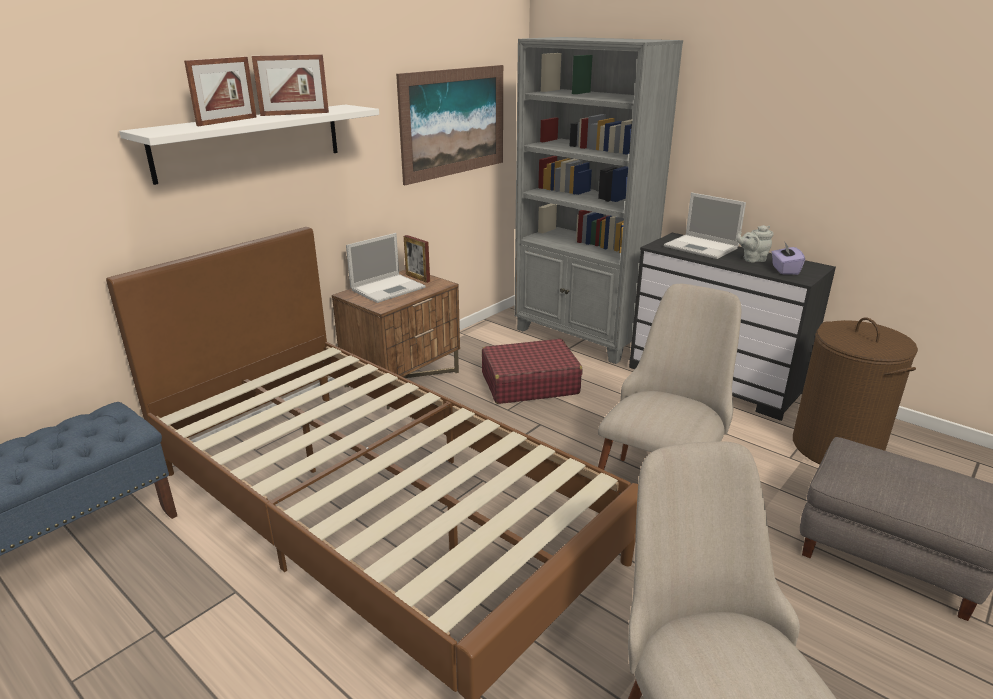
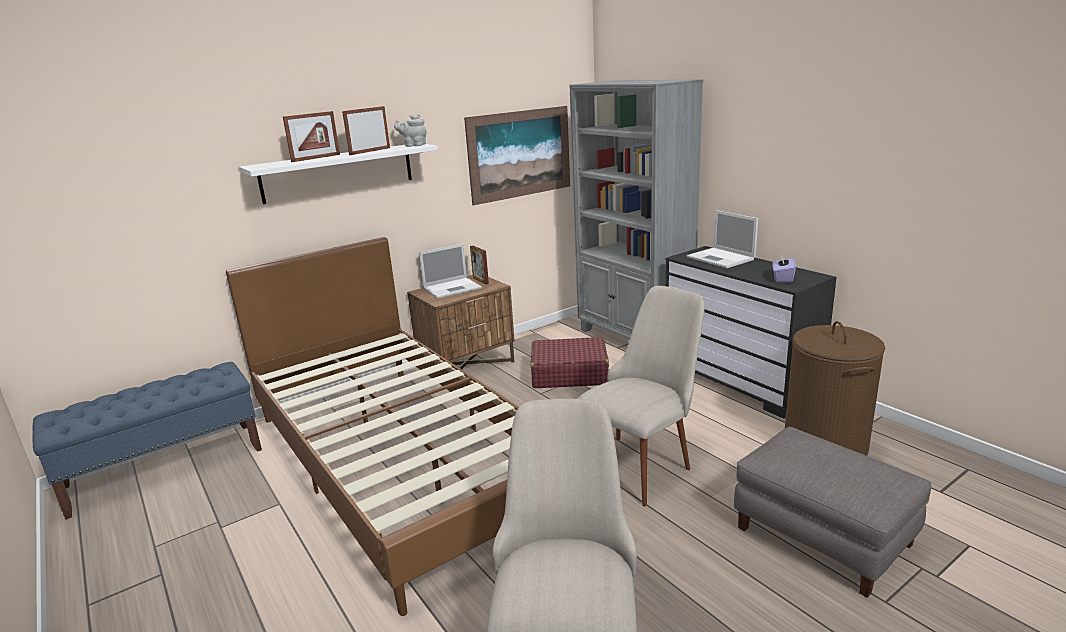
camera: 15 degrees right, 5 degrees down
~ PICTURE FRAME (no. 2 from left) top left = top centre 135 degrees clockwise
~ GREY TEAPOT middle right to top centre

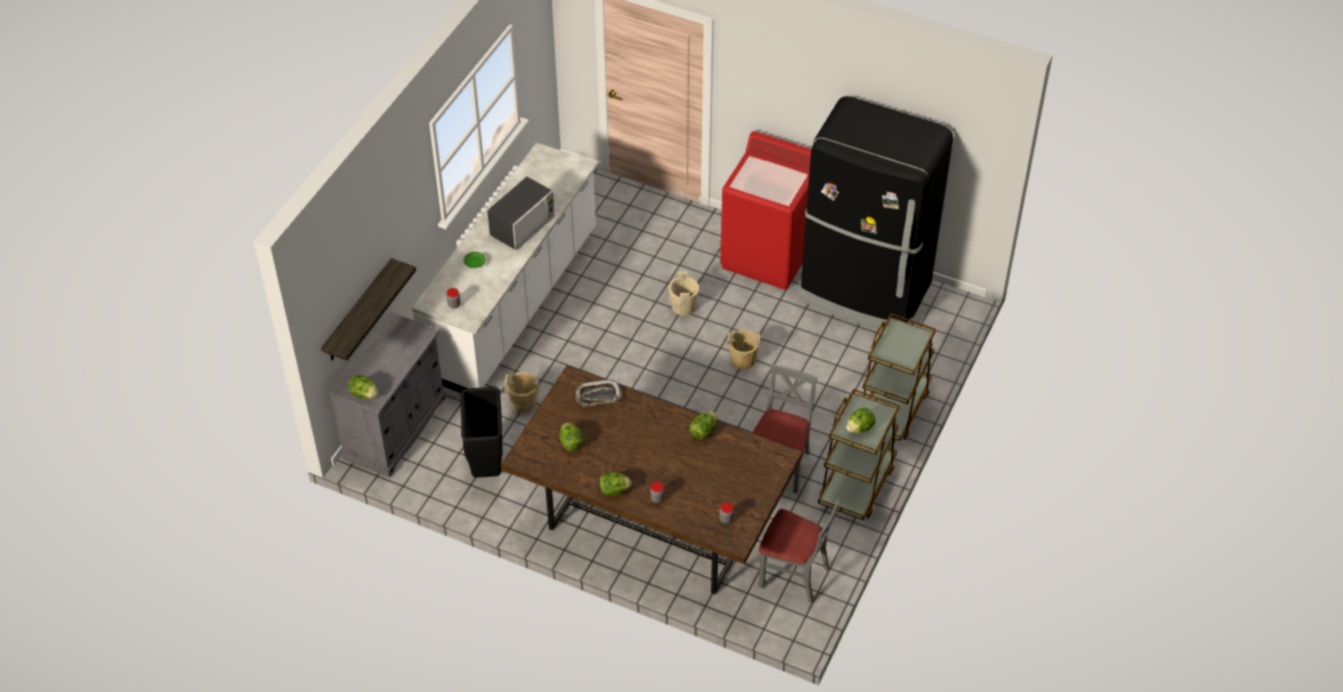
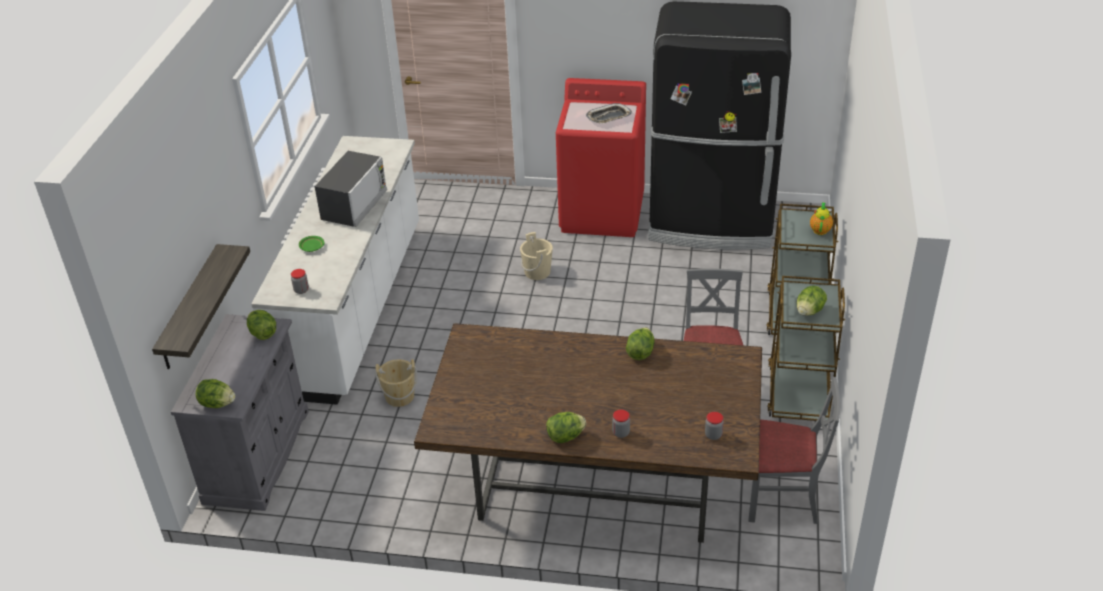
camera: 15 degrees left, 10 degrees down
~ LETTUCE (no. 2 from left) centre to middle left
~ TRAY centre to top centre
+ TEAPOT middle right
- BLACK TRASH CAN centre
- BEIGE BUCKET (no. 3 from left) centre

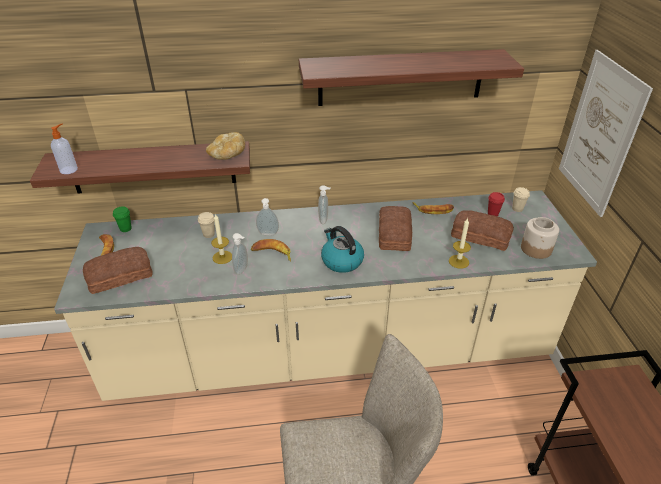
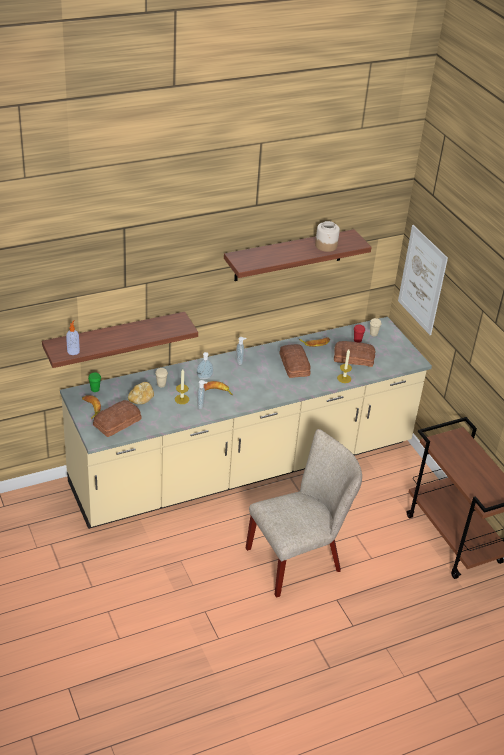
camera: 20 degrees left, 0 degrees up
~ BREAD (no. 2 from left) top centre to middle left
~ JAR middle right to top centre
- KETTLE centre

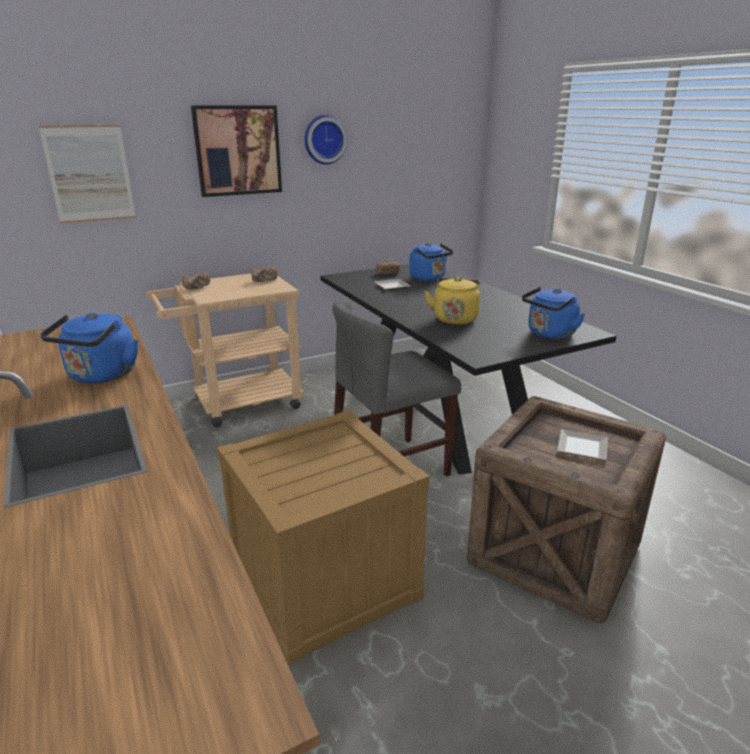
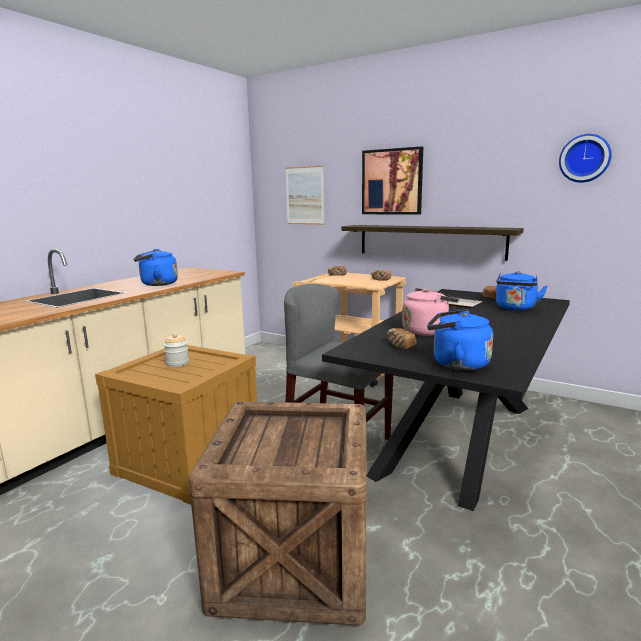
camera: 60 degrees right, 10 degrees down
+ JAR middle left
+ SHELF middle right
+ BREAD (no. 3 from left) centre
~ YELLOW KETTLE centre to PINK KETTLE middle right
~ WALL CLOCK top centre to top right
- PLATE (no. 2 from left) middle right

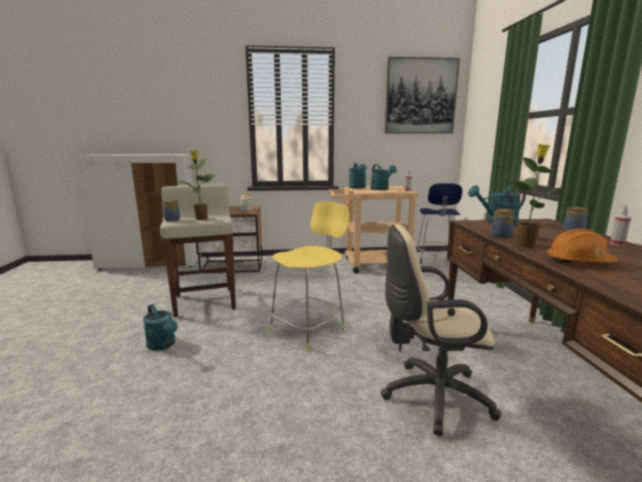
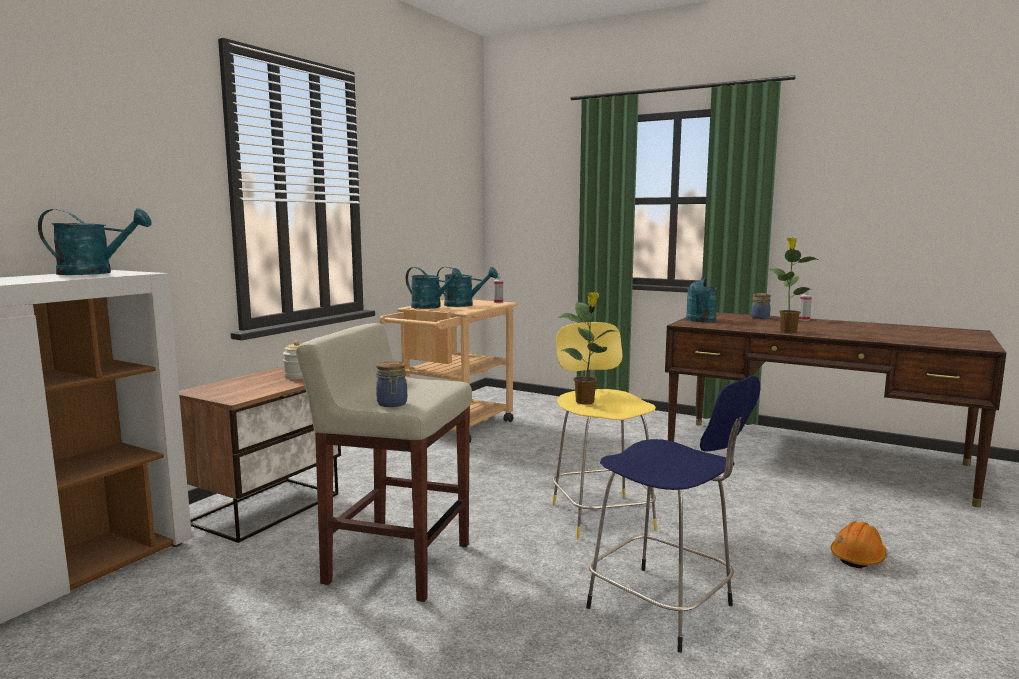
camera: 55 degrees left, 5 degrees down
~ TURQUOISE WATERING CAN (no. 1 from left) bottom left to middle left
~ POTTED PLANT (no. 1 from left) middle left to centre
~ BLUE STOOL middle right to bottom centre
~ ORANGE HARD HAT middle right to bottom right
- BEIGE OFFICE CHAIR bottom right
- PICTURE top centre
- JAR (no. 3 from left) middle right

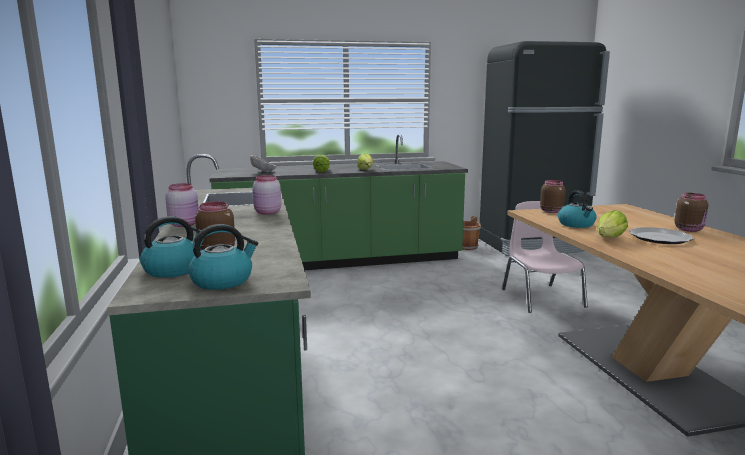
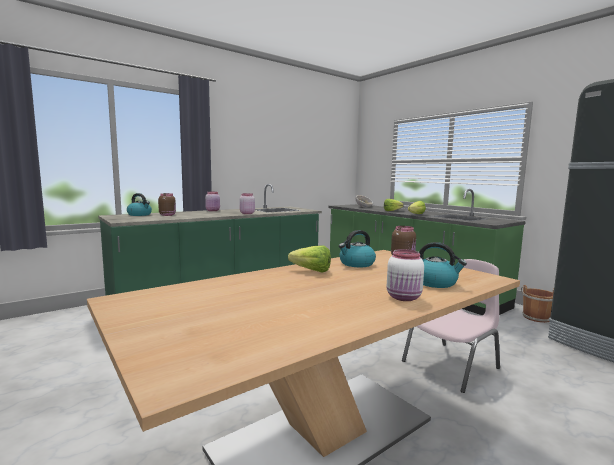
camera: 65 degrees right, 5 degrees down
~ BROWN JAR (no. 3 from left) middle right to WHITE JAR centre
~ KETTLE (no. 2 from left in the first image) middle left to KETTLE (no. 3 from left) middle right
- PLATE middle right

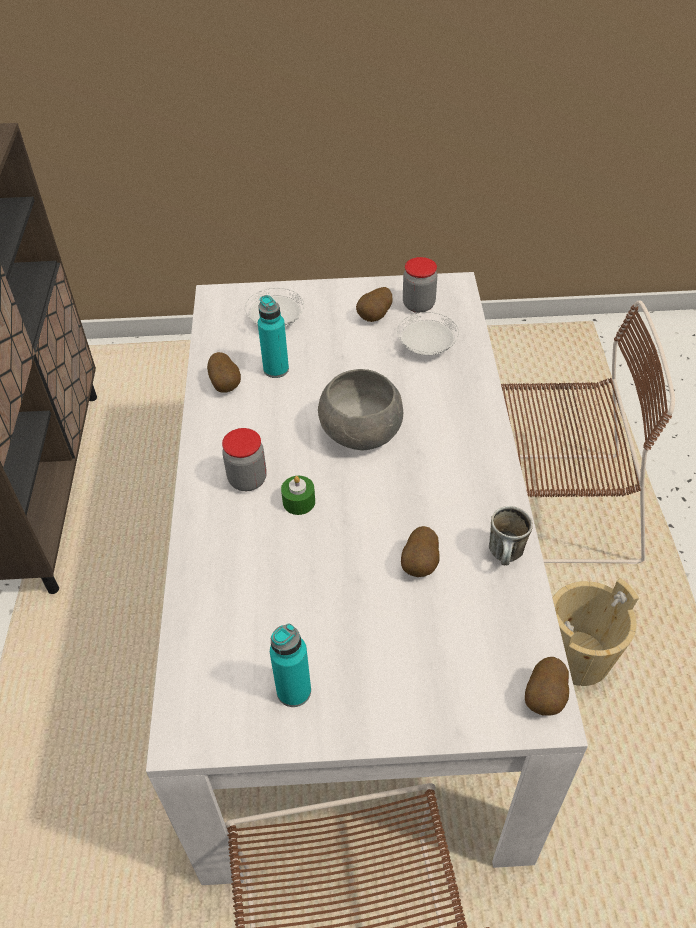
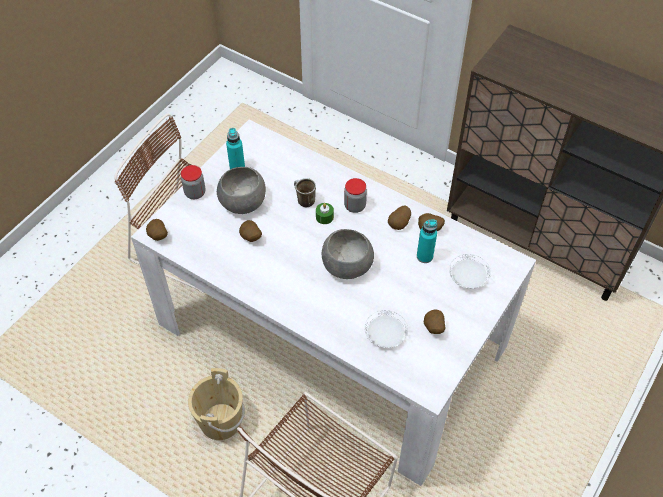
camera: 125 degrees right, 5 degrees up
~ JAR (no. 2 from left in the first image) top centre to JAR (no. 1 from left) middle left
+ GREY BOWL (no. 1 from left) centre
~ MUG middle right to centre
+ POTATO (no. 3 from left) centre

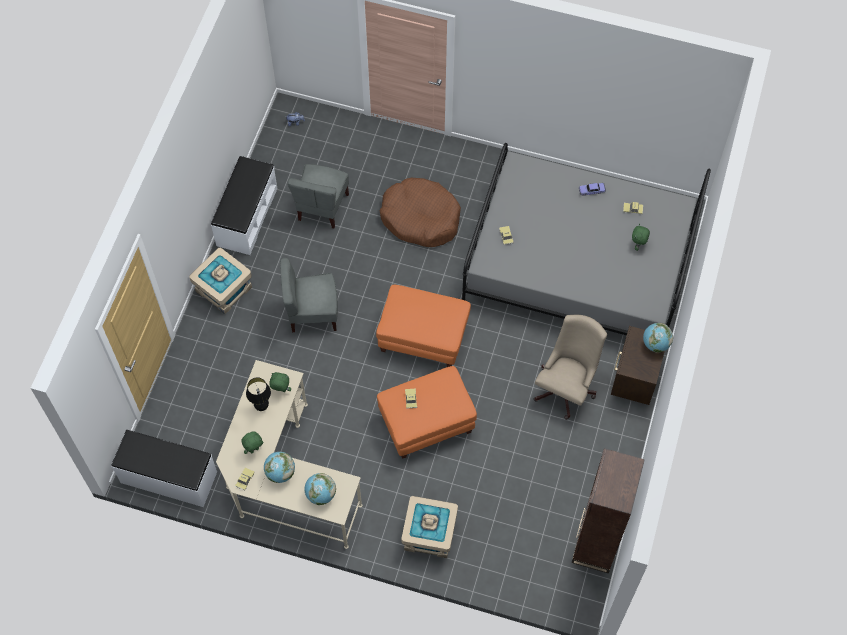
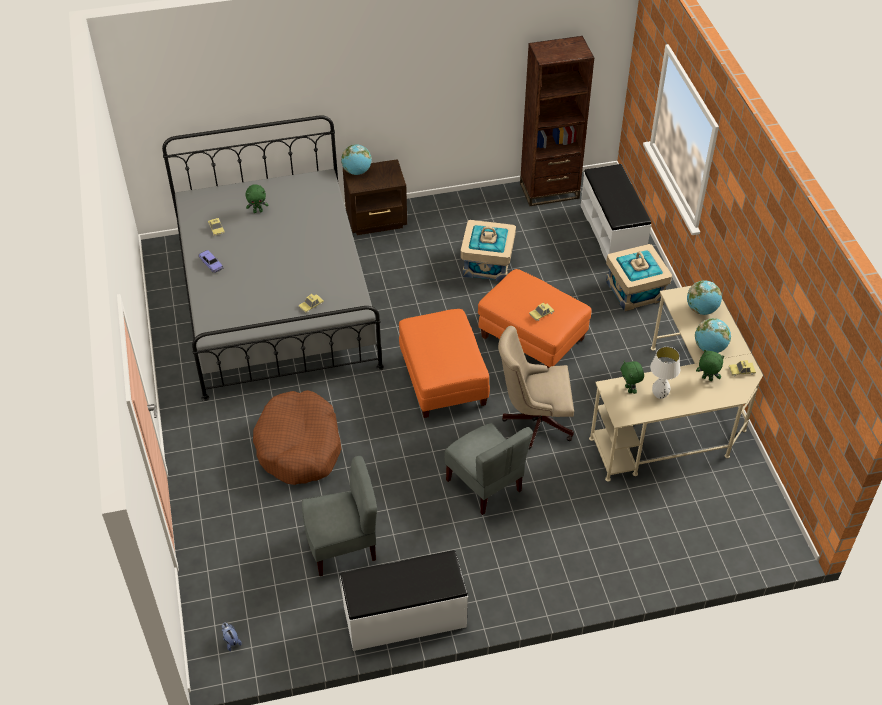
camera: 120 degrees left, 15 degrees down
~ BEIGE STORAGE BOX (no. 1 from left) middle left to centre
~ BEIGE OFFICE CHAIR middle right to centre
~ WHITE BENCH (no. 1 from left in the first image) bottom left to WHITE BENCH (no. 2 from left) top right
~ BLACK TABLE LAMP middle left to WHITE TABLE LAMP middle right

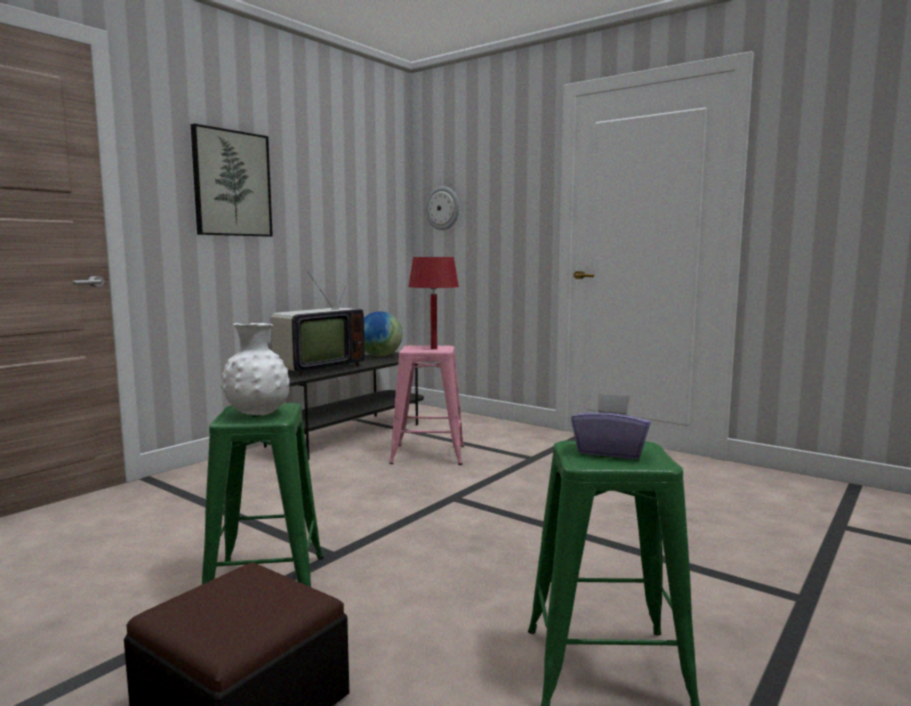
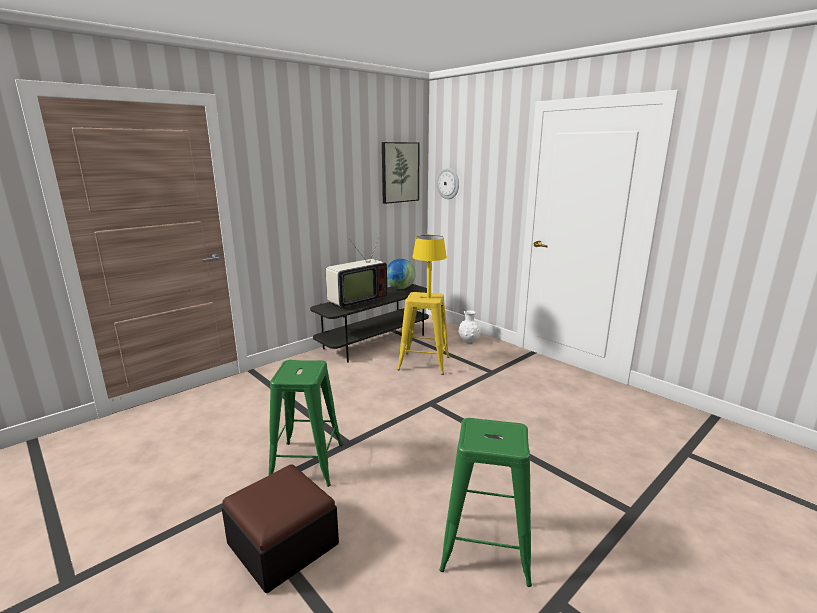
camera: 10 degrees right, 10 degrees up
~ PICTURE top left to top centre
~ PINK STOOL centre to YELLOW STOOL centre
~ RED TABLE LAMP centre to YELLOW TABLE LAMP centre
~ WHITE VASE middle left to centre
- PURPLE TISSUE BOX middle right

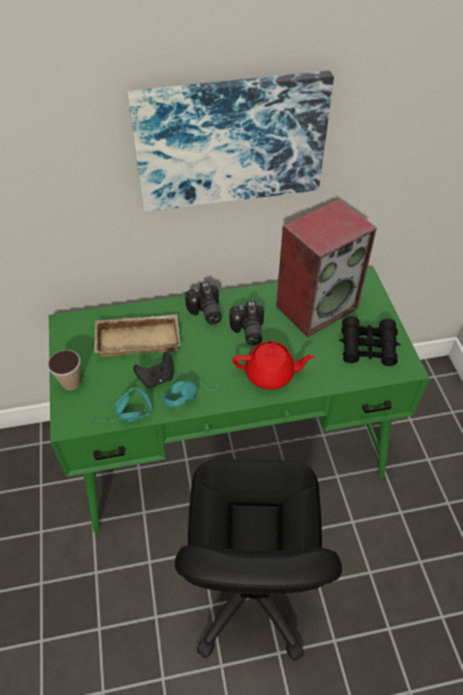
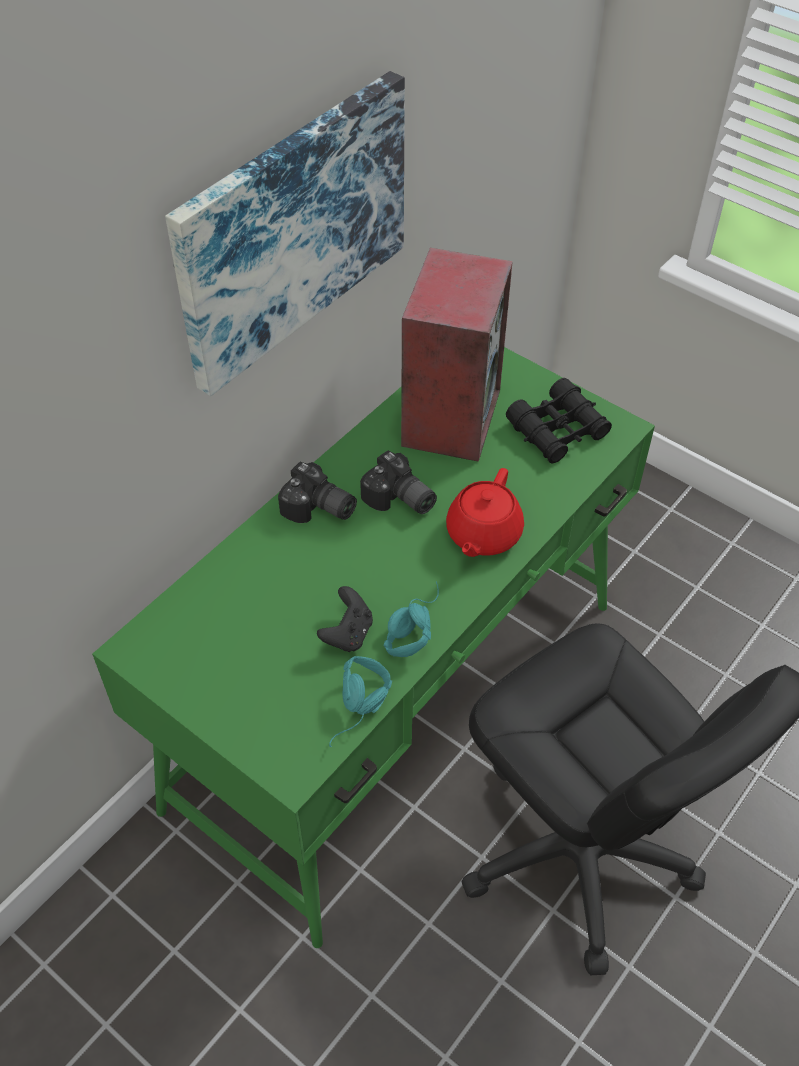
camera: 40 degrees left, 0 degrees up
~ RED TEAPOT centre = centre 150 degrees clockwise
- CUP middle left
- BEIGE TRAY middle left

